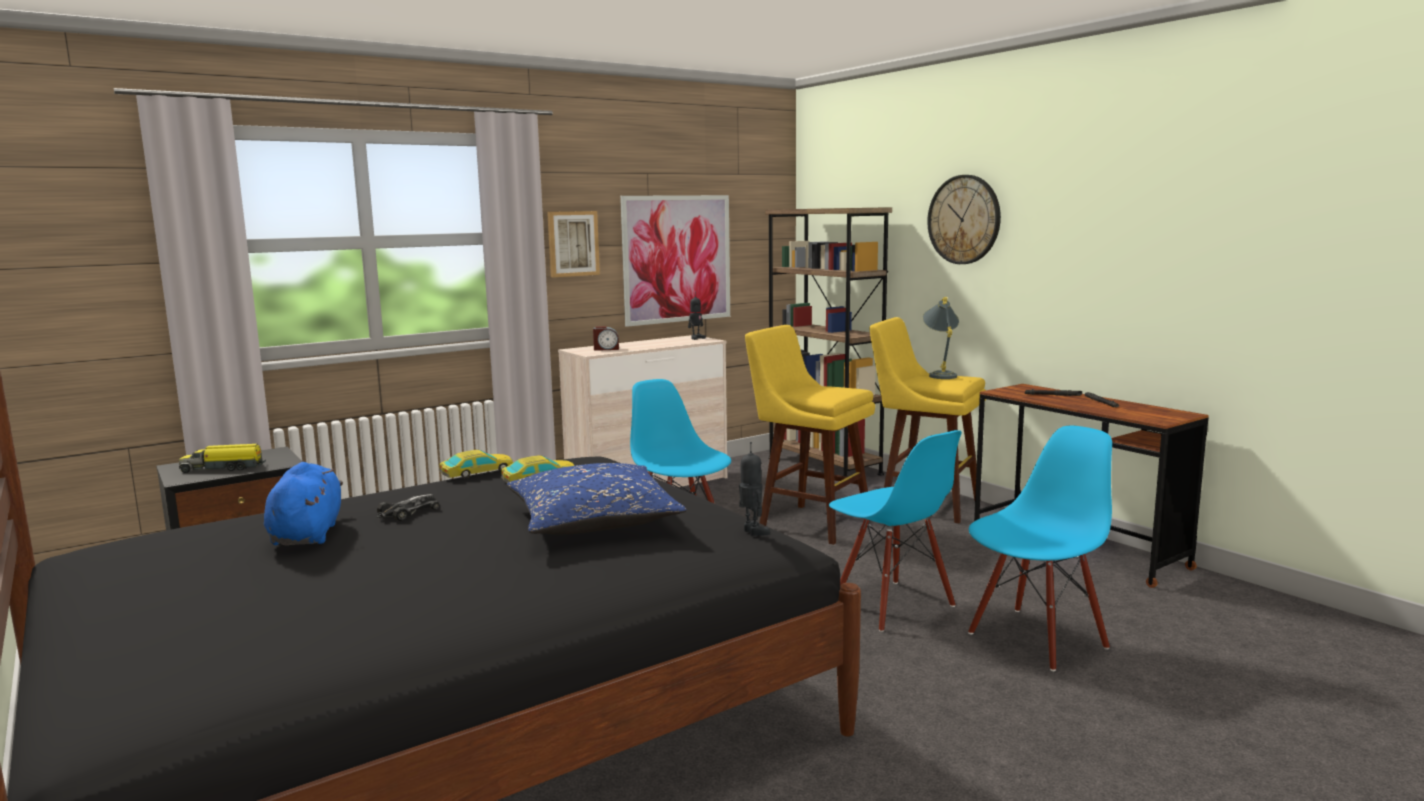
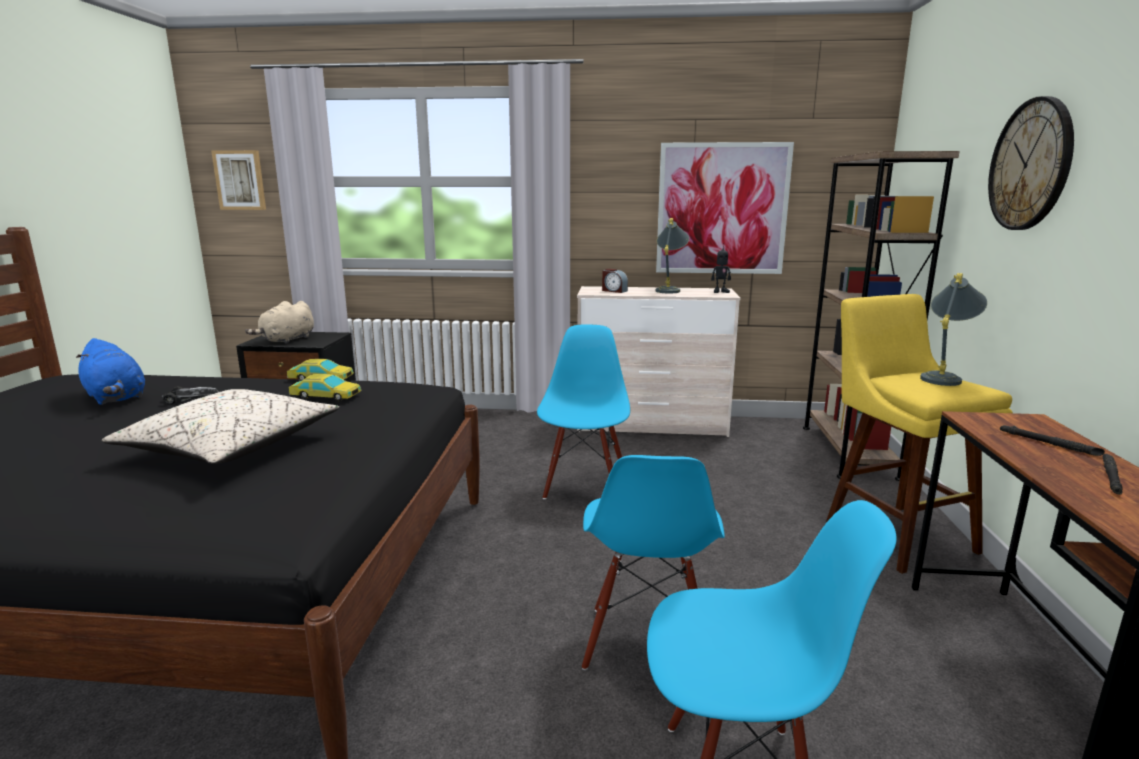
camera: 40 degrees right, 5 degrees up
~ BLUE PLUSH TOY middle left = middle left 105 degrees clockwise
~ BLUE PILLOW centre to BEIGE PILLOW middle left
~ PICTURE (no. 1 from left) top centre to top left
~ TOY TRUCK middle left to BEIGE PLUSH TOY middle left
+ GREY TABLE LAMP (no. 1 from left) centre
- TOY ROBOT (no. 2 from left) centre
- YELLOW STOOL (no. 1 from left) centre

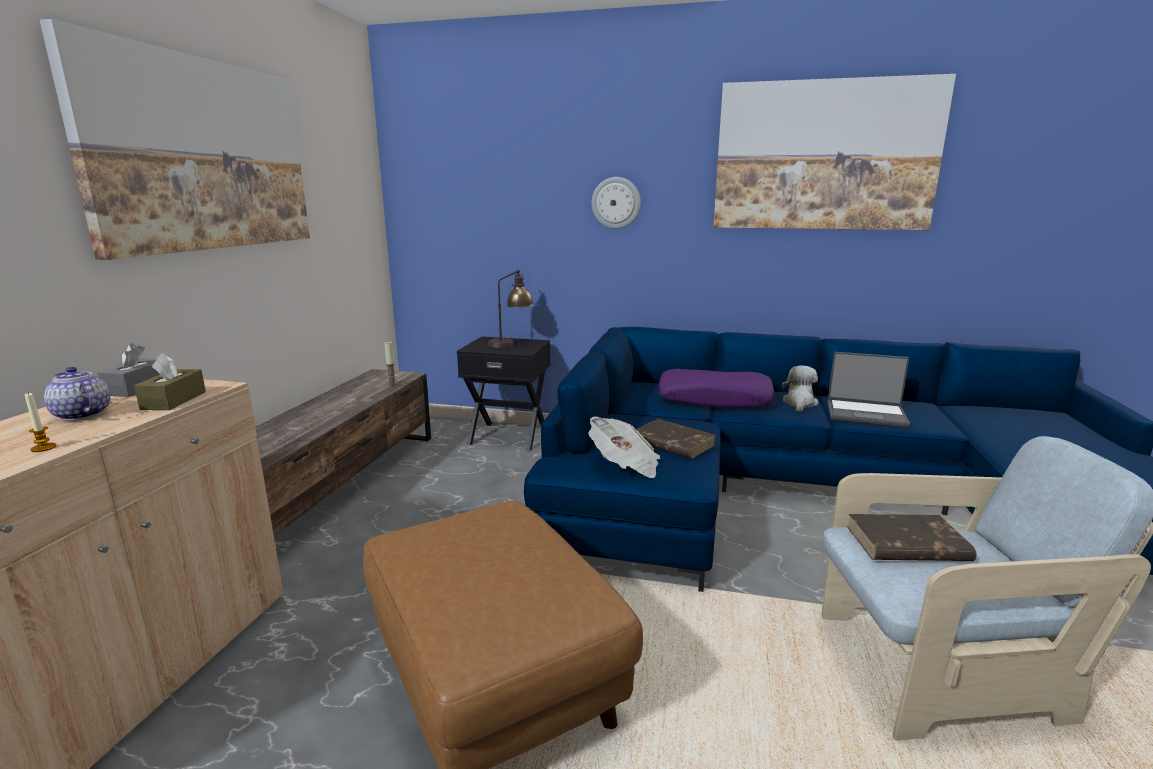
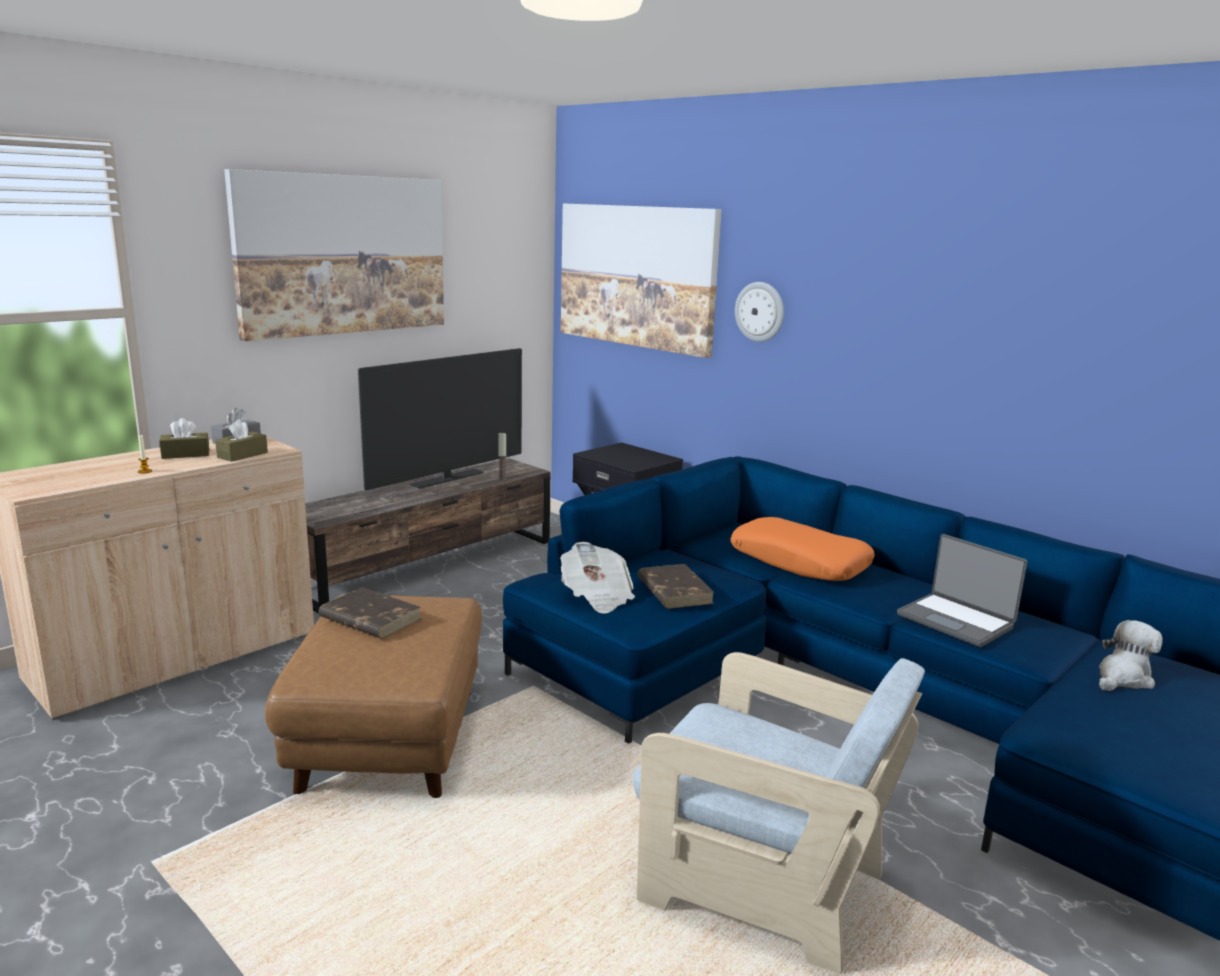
camera: 30 degrees right, 0 degrees up
~ TEAPOT middle left to BROWN TISSUE BOX (no. 1 from left) middle left
~ BROWN BOOK (no. 2 from left in the first image) bottom right to BROWN BOOK (no. 1 from left) middle left
+ TELEVISION centre
~ PICTURE (no. 2 from left) top right to top centre
~ PURPLE PILLOW centre to ORANGE PILLOW centre
~ PLUSH TOY middle right to bottom right
- TABLE LAMP centre

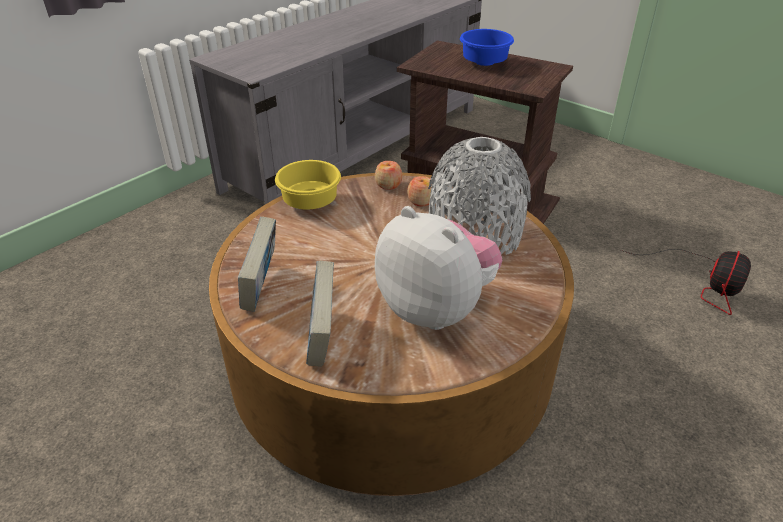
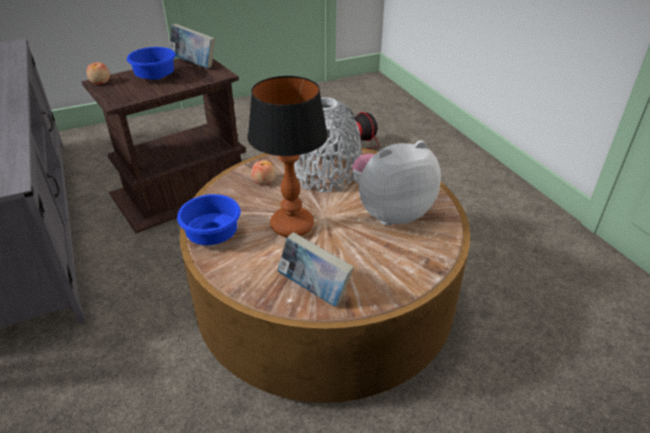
camera: 65 degrees left, 0 degrees up
~ APPLE (no. 1 from left) centre to top left
~ BOOK (no. 2 from left in the first image) centre to BOOK (no. 1 from left) top left
~ YELLOW BOWL centre to BLUE BOWL (no. 2 from left) middle left
+ TABLE LAMP centre

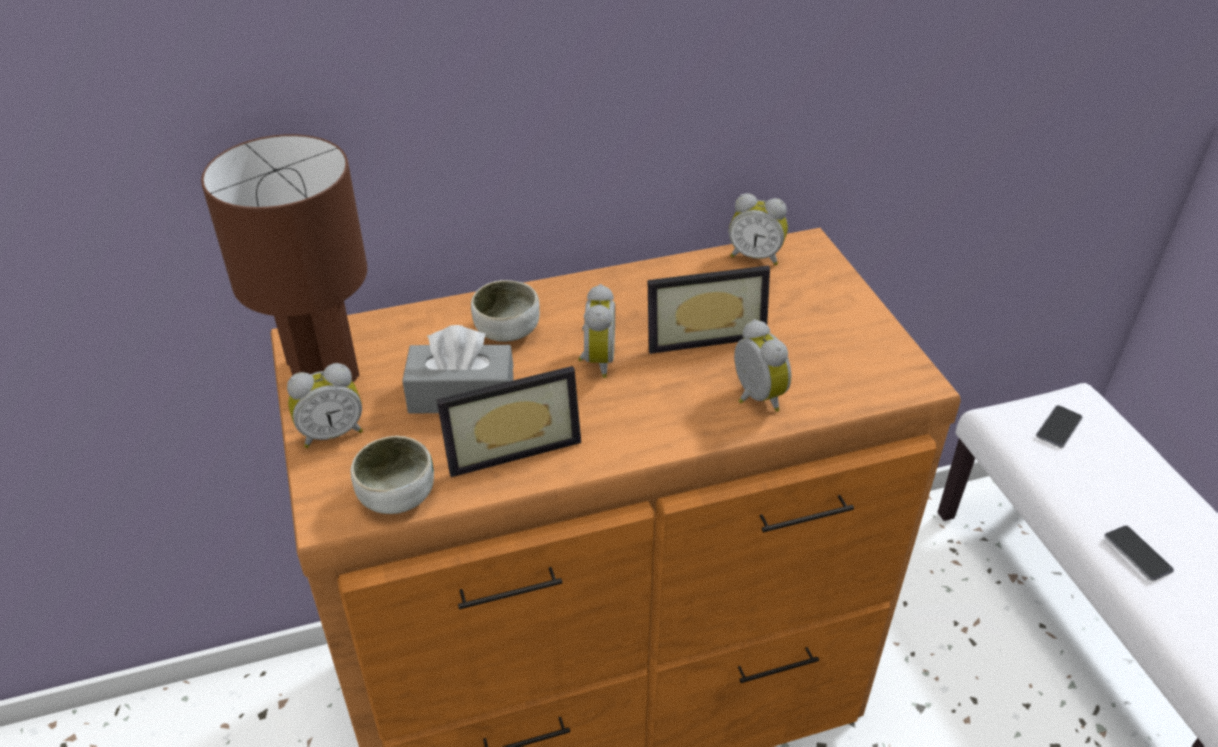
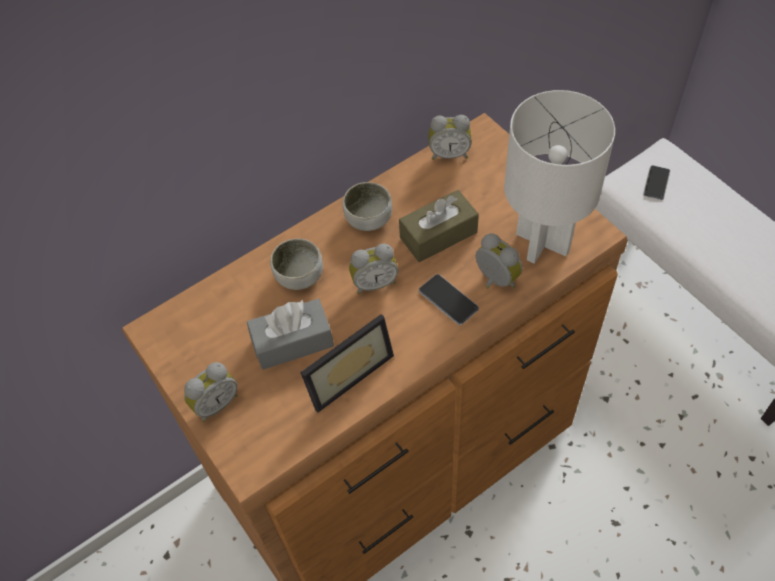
camera: 15 degrees left, 15 degrees up
~ BOWL (no. 1 from left in the first image) middle left to BOWL (no. 2 from left) centre
~ ALARM CLOCK (no. 2 from left) centre = centre 90 degrees clockwise
~ PICTURE FRAME (no. 2 from left) centre to BROWN TISSUE BOX centre
~ PHONE (no. 2 from left in the first image) bottom right to PHONE (no. 1 from left) centre
+ WHITE TABLE LAMP top right
- BROWN TABLE LAMP middle left

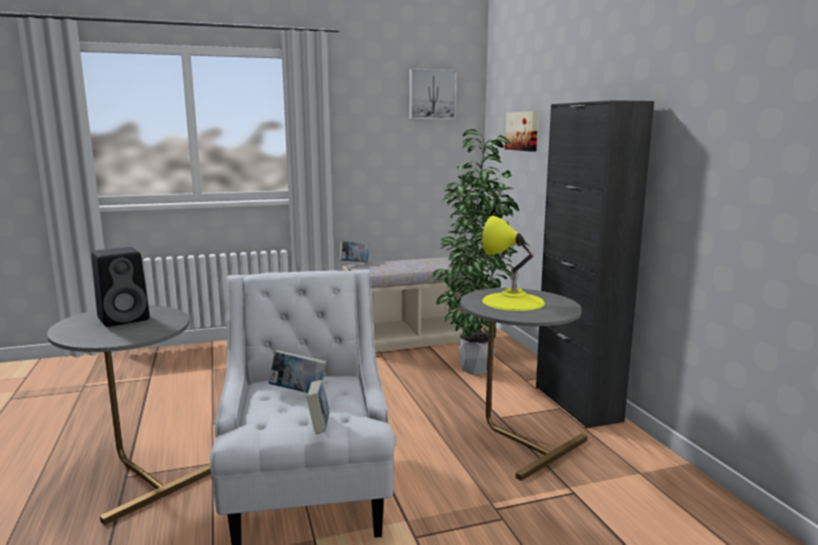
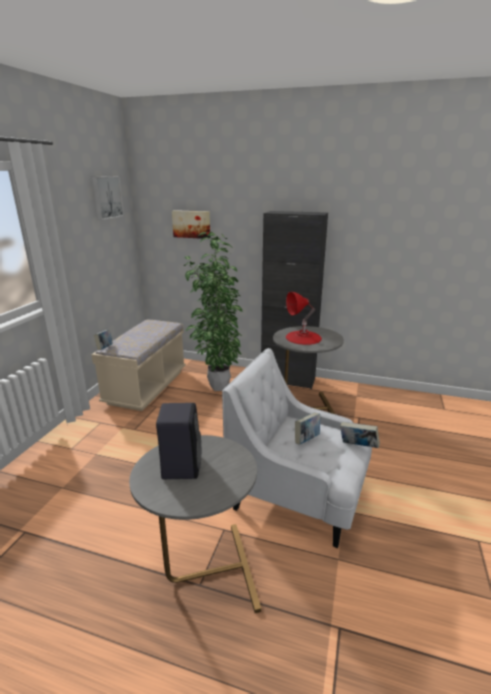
camera: 55 degrees left, 10 degrees up
~ YELLOW TABLE LAMP centre to RED TABLE LAMP centre

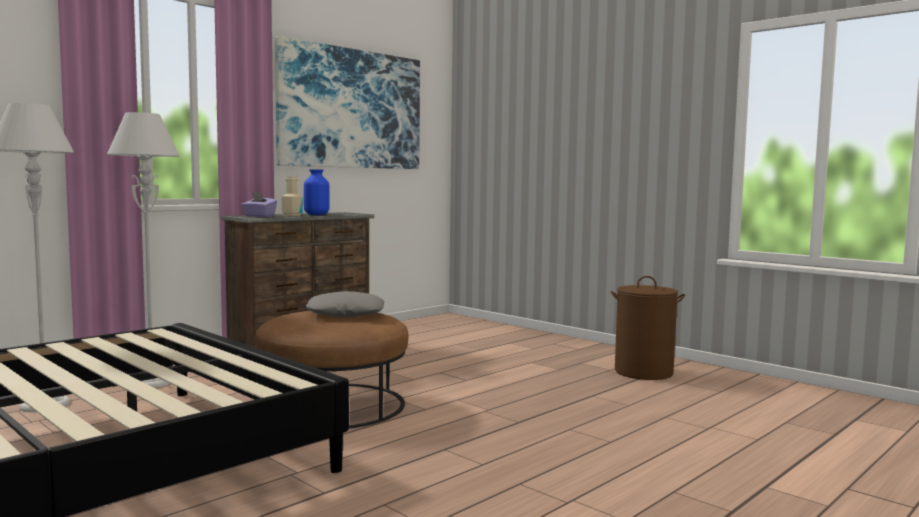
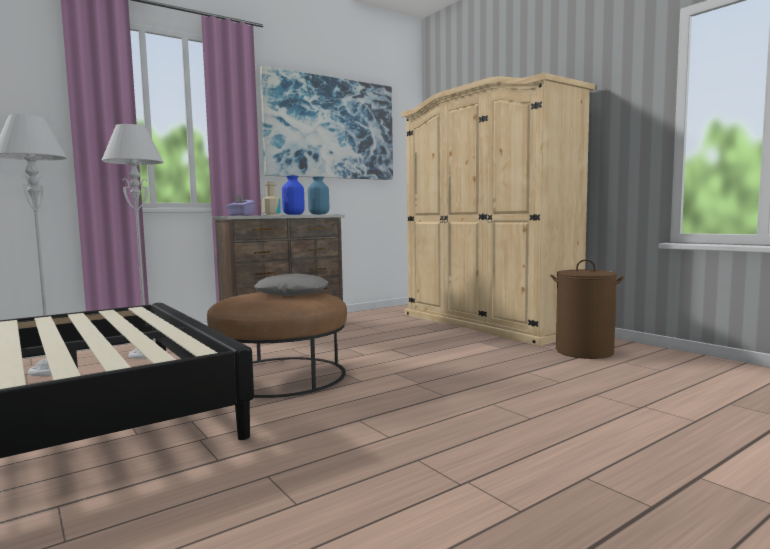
camera: 10 degrees right, 0 degrees up
+ BLUE VASE (no. 2 from left) centre
+ BEIGE WARDROBE centre

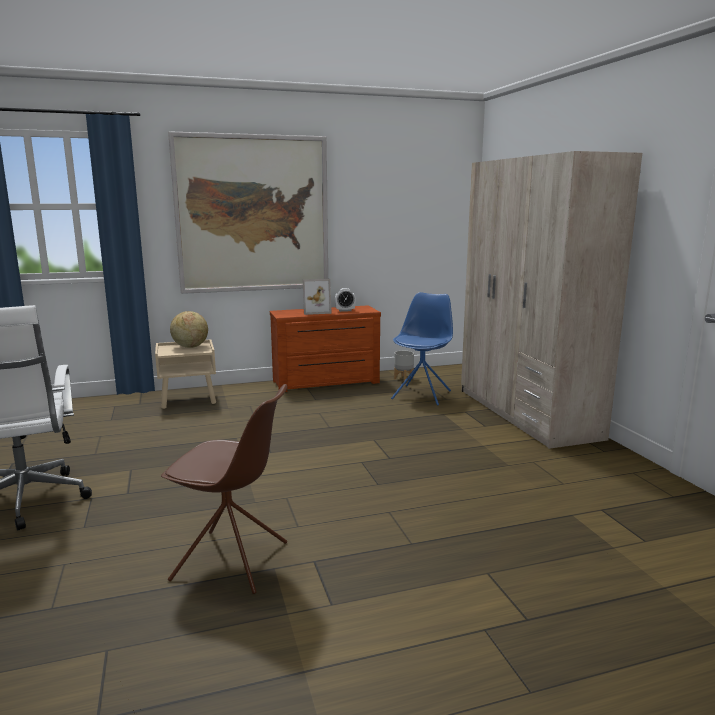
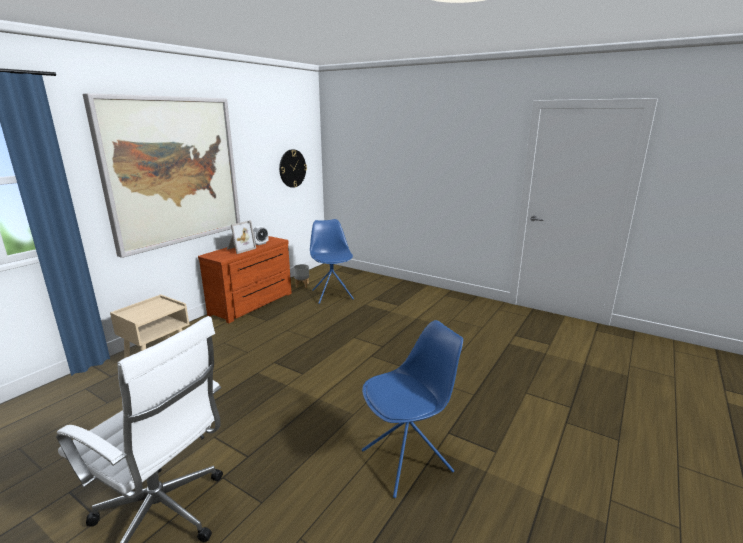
camera: 40 degrees left, 5 degrees up
+ WALL CLOCK top centre
~ BROWN CHAIR bottom left to BLUE CHAIR (no. 2 from left) bottom centre
- GLOBE middle left
- BEIGE WARDROBE middle right

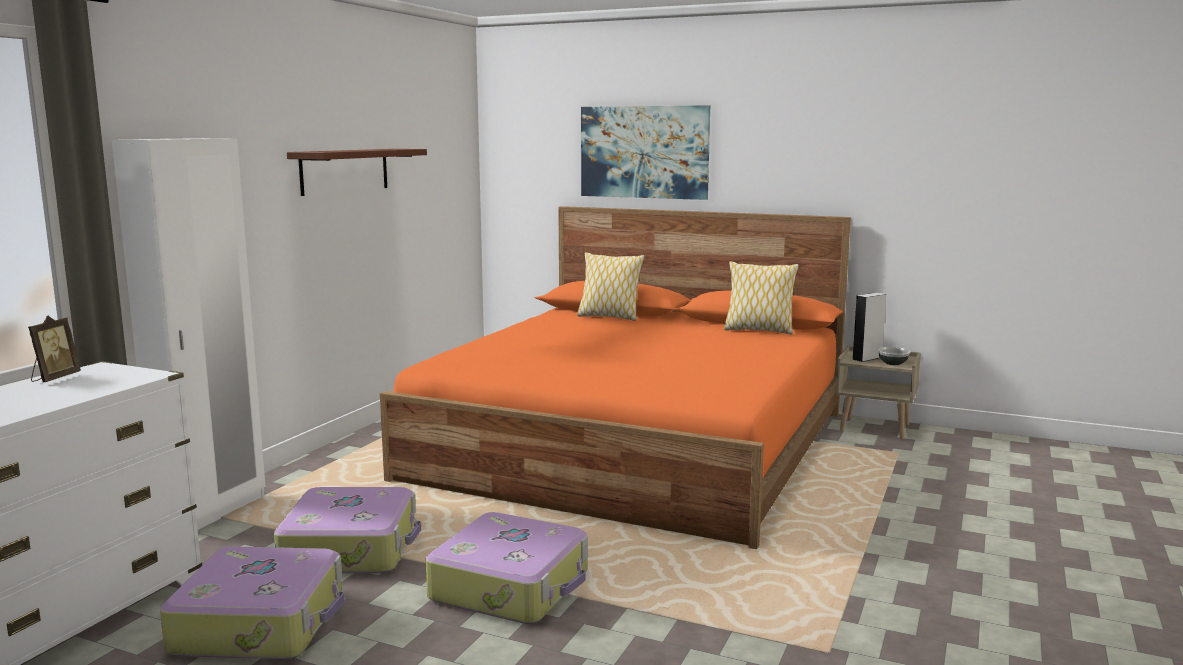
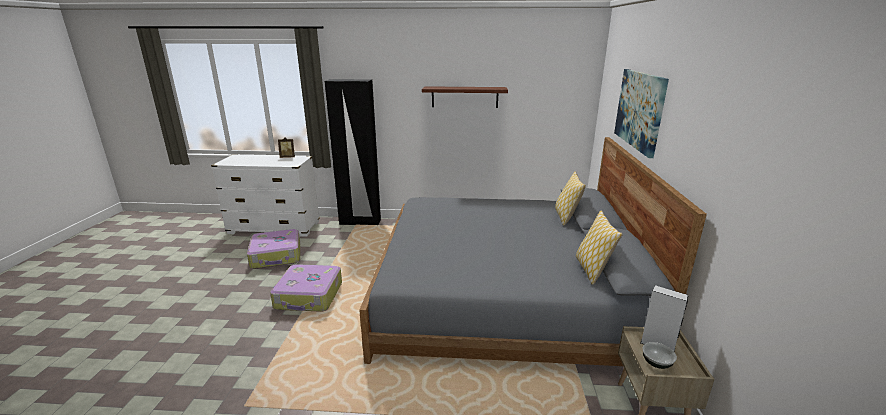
camera: 70 degrees right, 10 degrees up
~ WHITE WARDROBE middle left to BLACK WARDROBE centre
~ ORANGE BED centre to GREY BED centre
- SUITCASE (no. 2 from left) bottom left

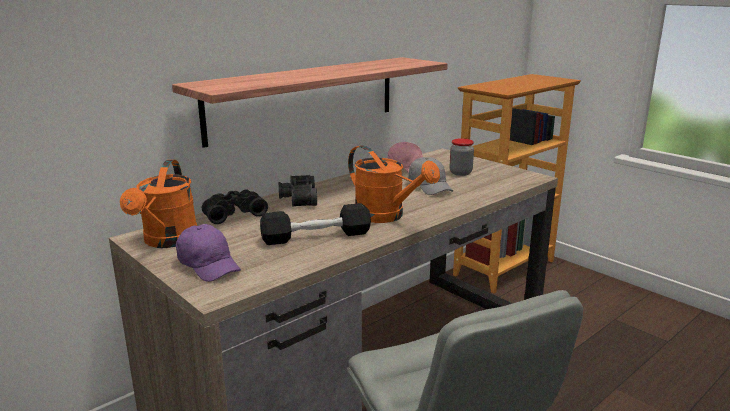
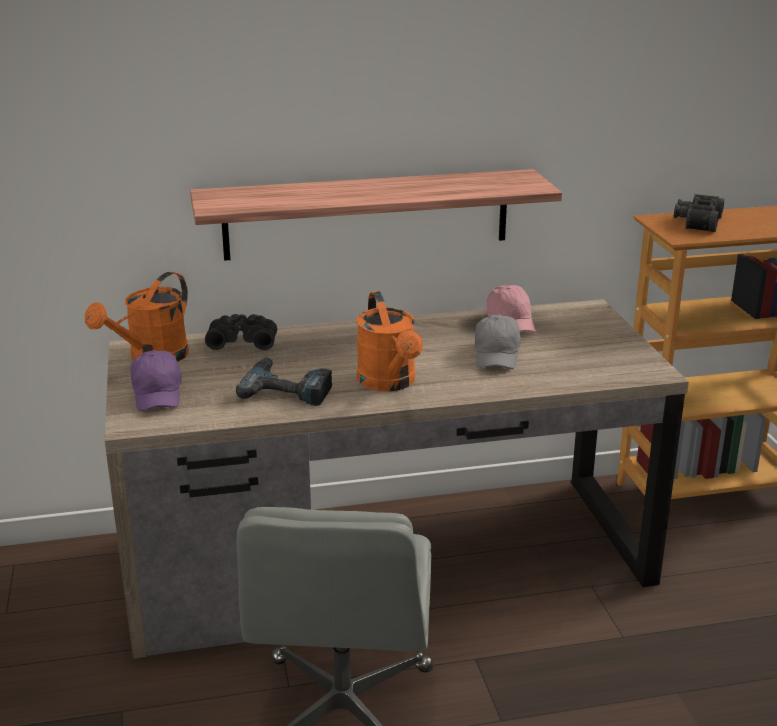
camera: 30 degrees right, 5 degrees up
~ BLACK DUMBBELL centre to POWER DRILL centre
~ BLACK BINOCULARS (no. 2 from left) centre to top right
- JAR centre

